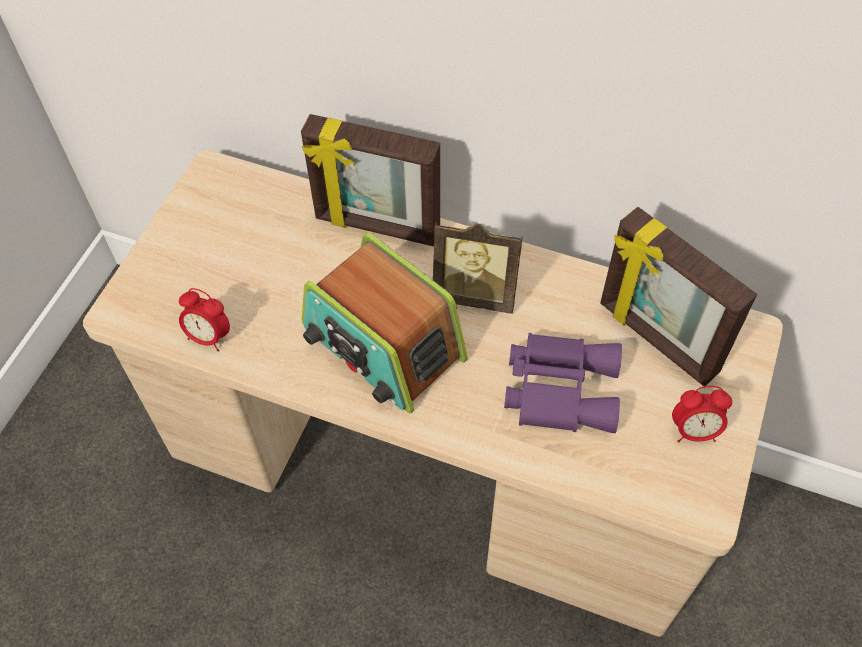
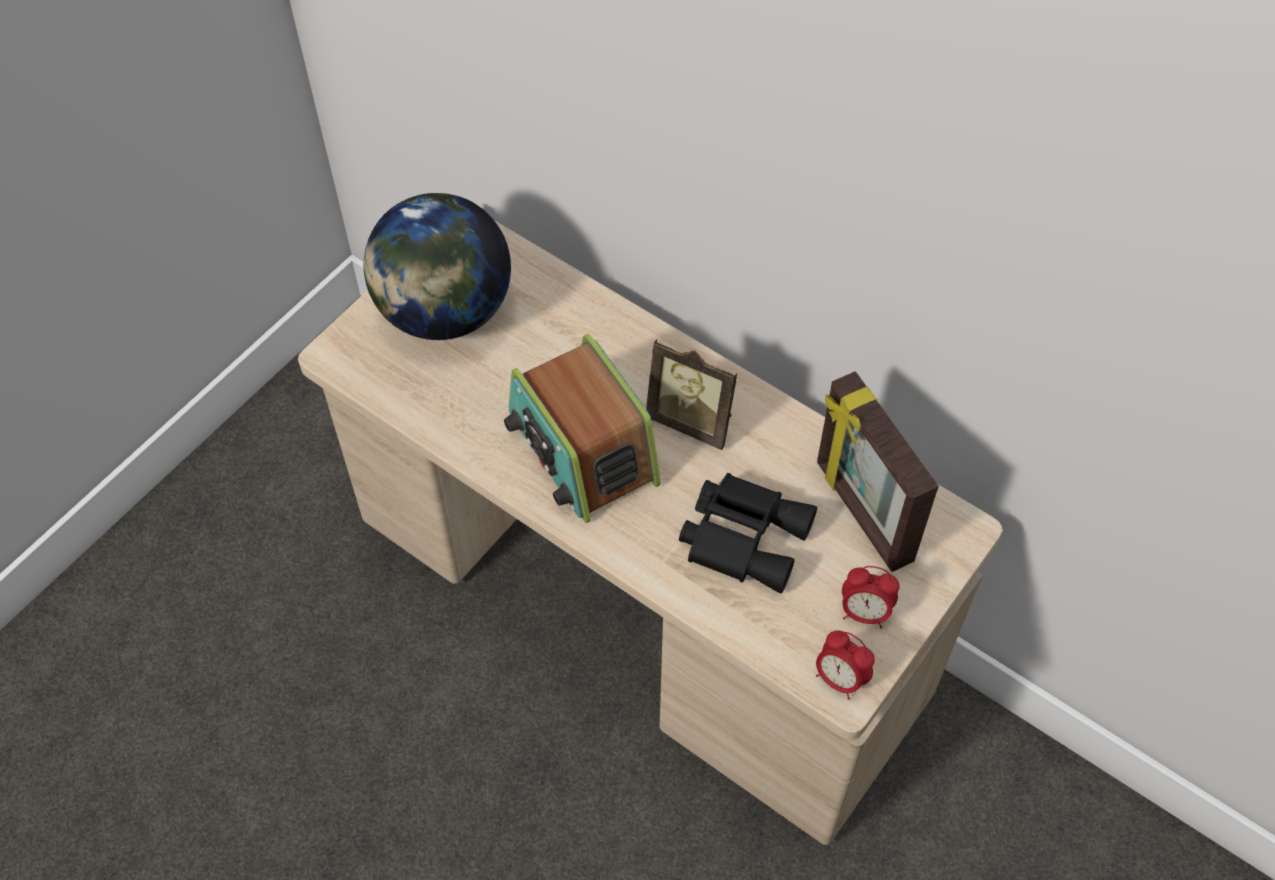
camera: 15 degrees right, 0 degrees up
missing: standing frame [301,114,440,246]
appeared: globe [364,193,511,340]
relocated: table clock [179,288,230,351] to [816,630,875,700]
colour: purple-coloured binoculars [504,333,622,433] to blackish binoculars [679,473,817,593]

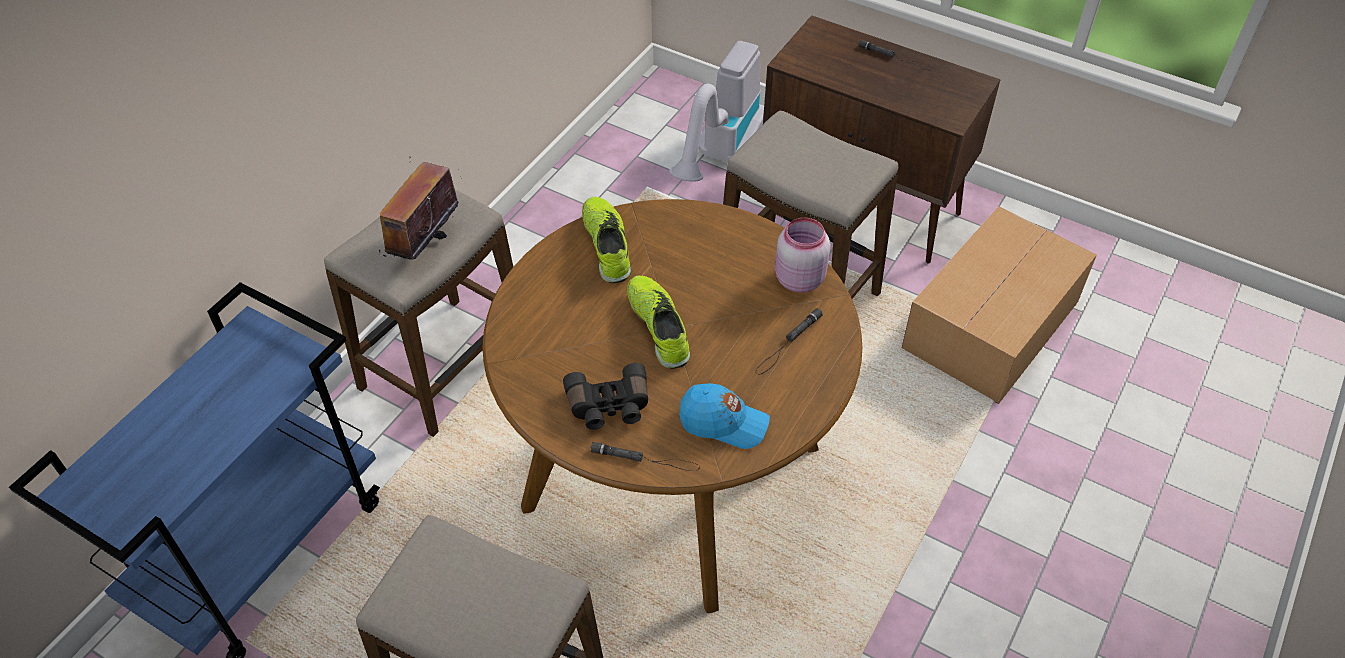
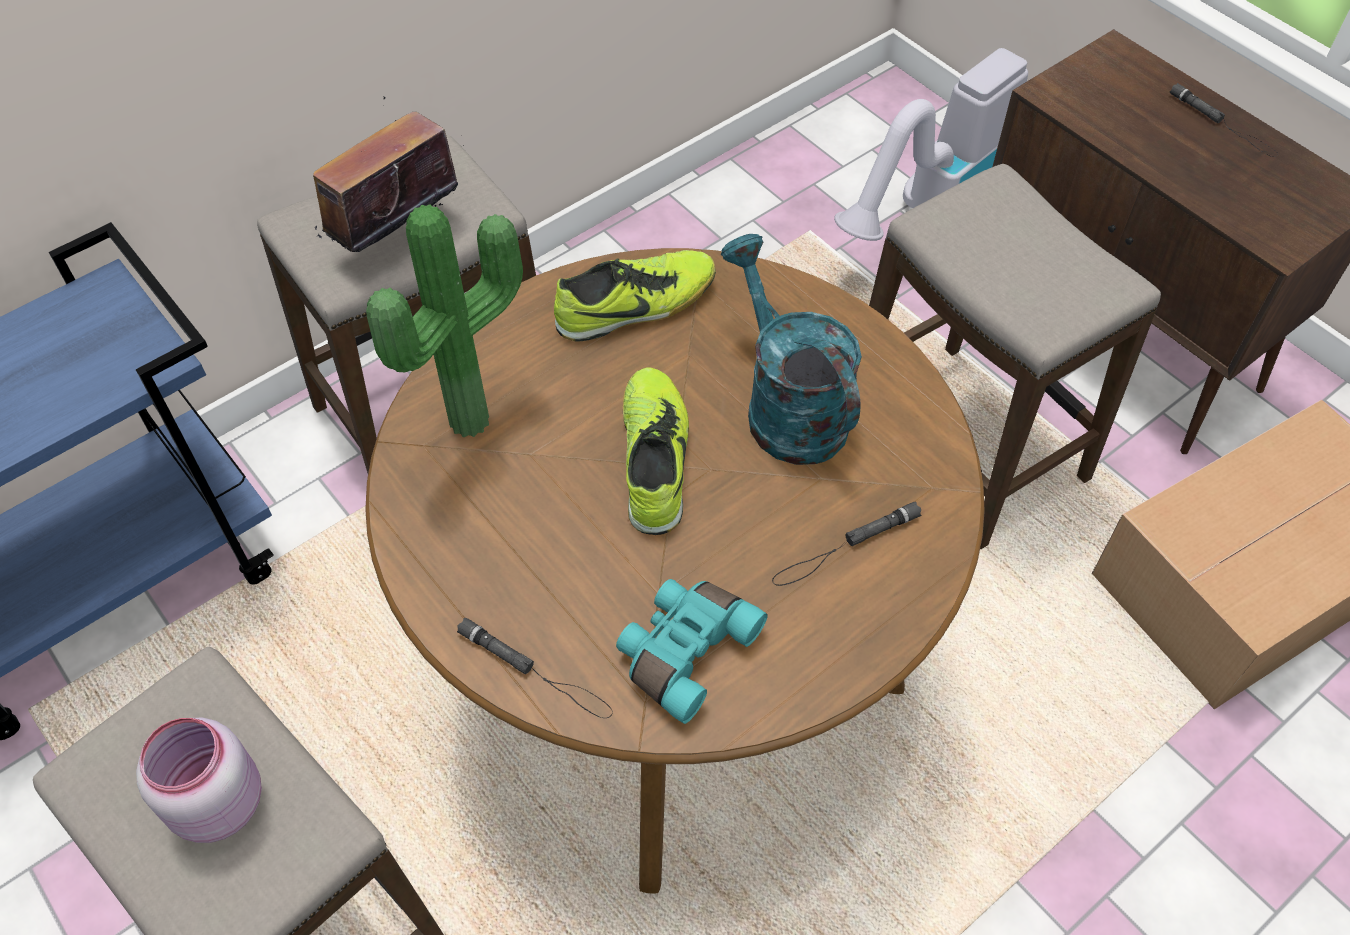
camera: 20 degrees right, 5 degrees up
missing: blackish binoculars [563,363,648,430]
appeared: houseplant [366,204,523,437]; turquoise-coloured watering can [721,234,862,465]
relocated: pink-coloured storage jar [775,218,831,293] to [136,718,262,843]
exchanged: blue-coloured cap [679,383,770,449] to turquoise-coloured binoculars [616,579,768,724]
spun: shoe [582,197,631,283] = [554,250,716,342] 60 degrees clockwise

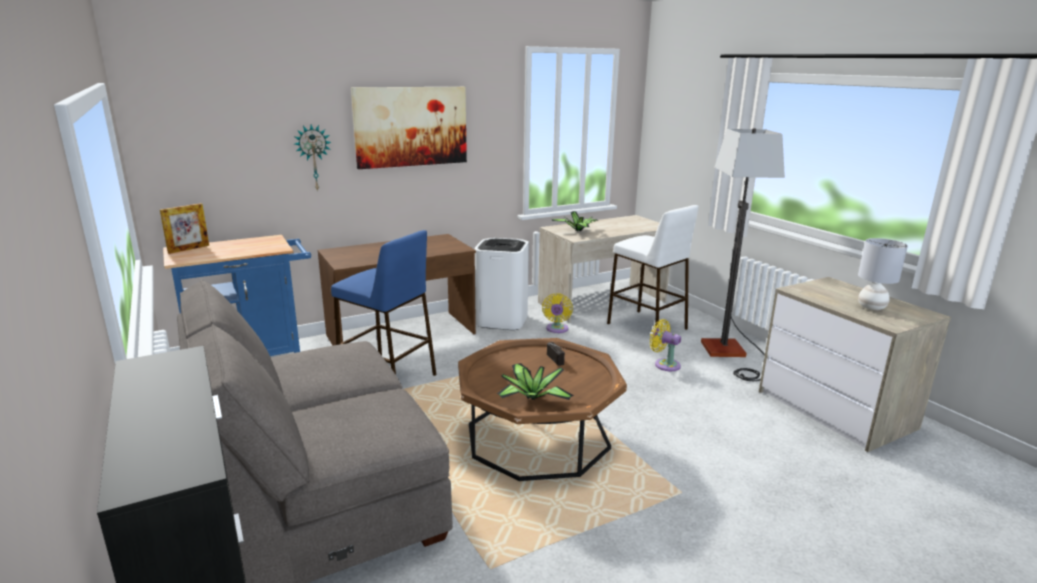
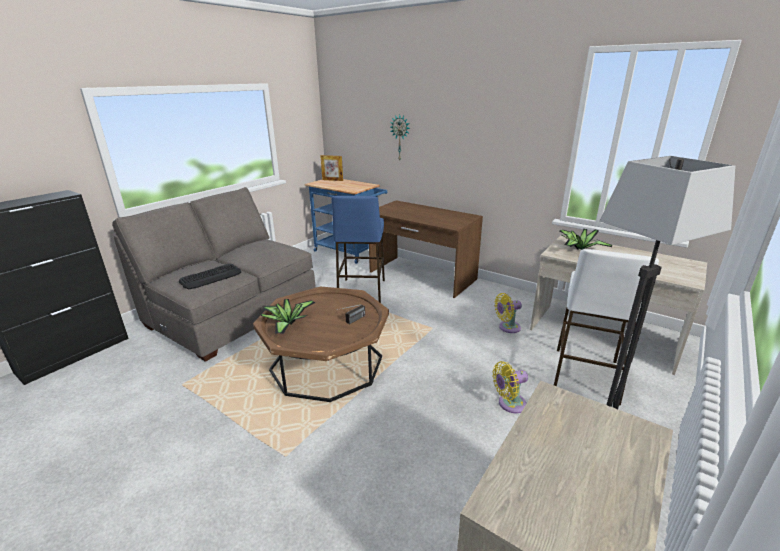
camera: 65 degrees right, 5 degrees up
missing: wall art [351,87,467,169]; white trash can [475,238,529,330]; grey lamp for a table [858,238,908,310]
appeared: keyboard [179,264,241,289]
spun: yellow cooling fan [650,319,681,371] = [493,361,528,413] 120 degrees counterclockwise

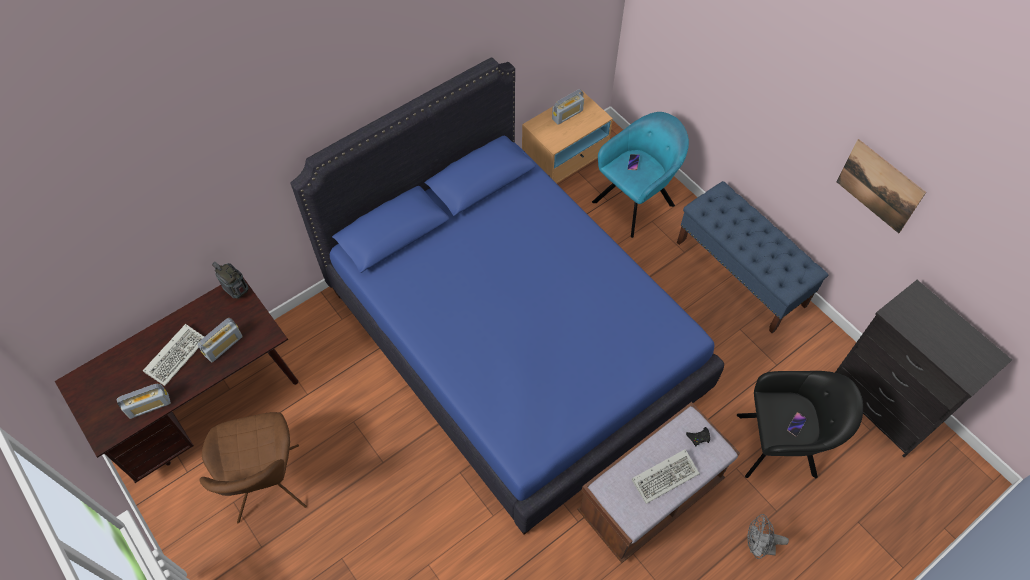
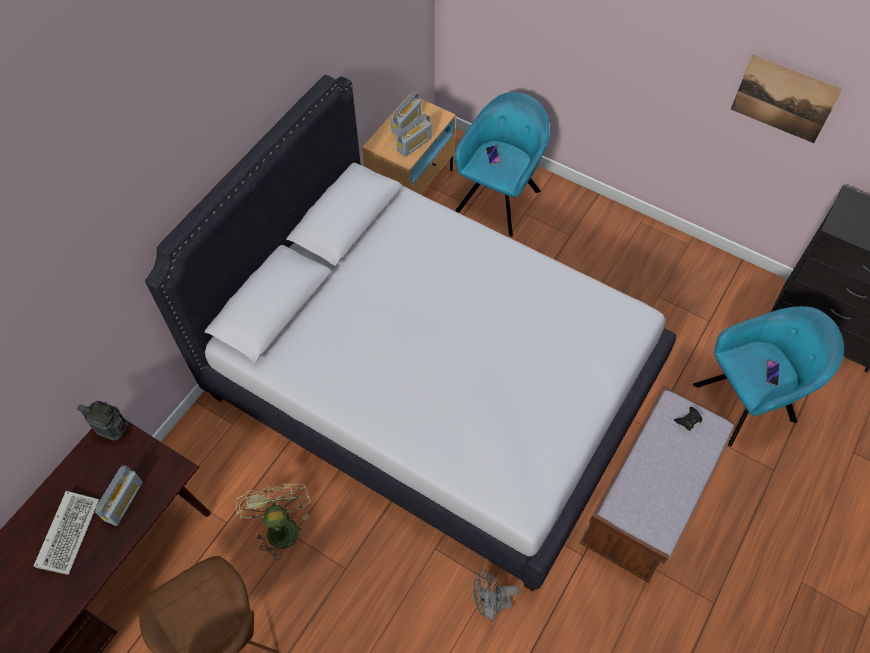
camera: 20 degrees left, 0 degrees up
missing: keyboard [632,449,700,504]; blue-coloured indoor bench [677,181,829,333]
appeared: greenish cooling fan [235,483,311,560]
relocated: radio set [117,384,171,419] to [396,114,432,157]; grey cooling fan [747,514,789,559] to [473,569,519,622]
colour: blue-coloured bed [291,57,724,535] to white bed [145,75,676,591]; blackish lounge chair [737,371,863,478] to turquoise-coloured lounge chair [693,306,844,447]

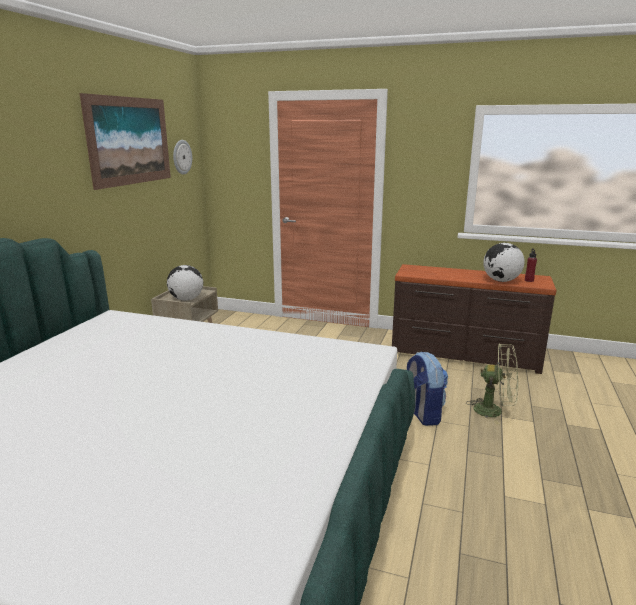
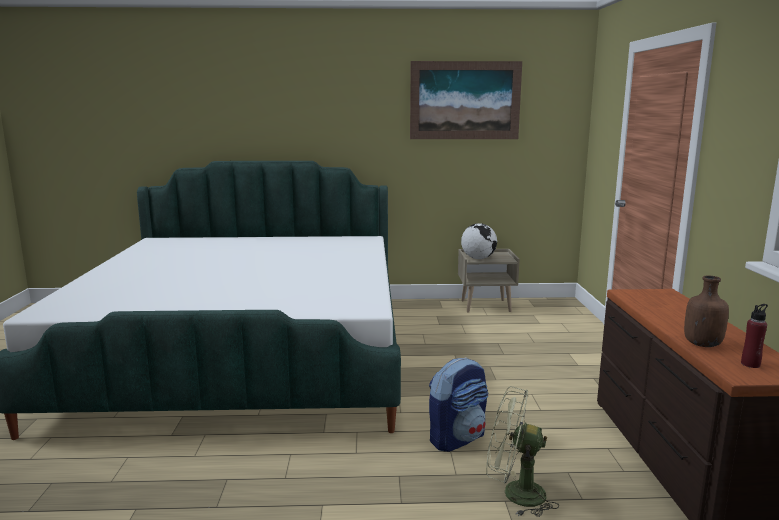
camera: 70 degrees right, 5 degrees down
missing: wall clock [173,140,192,175]
exchanged: globe [483,243,525,282] to brown drink bottle [684,276,729,347]
spun: greenish cooling fan [466,343,518,424] = [486,386,559,517] 105 degrees clockwise

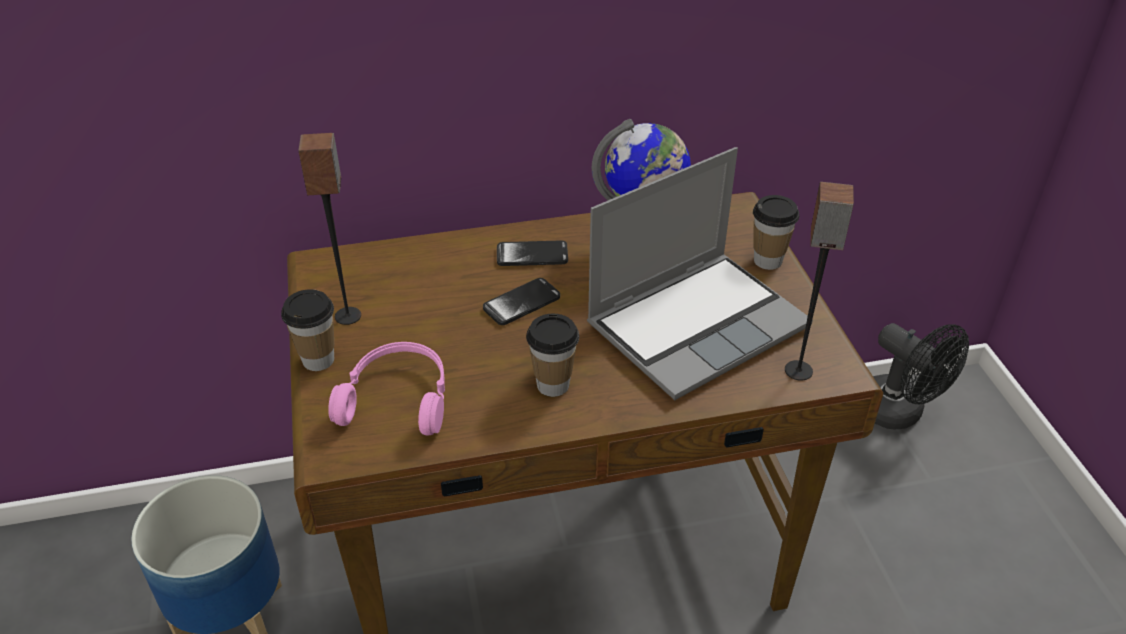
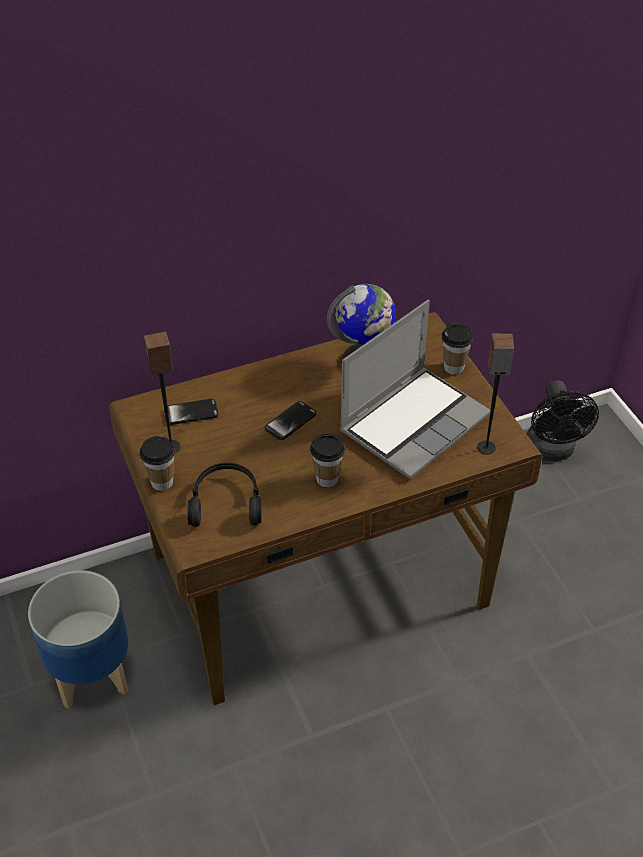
camera: 10 degrees left, 5 degrees up
relocated: handset [497,240,568,266] to [164,399,218,425]
colour: pink-coloured headset [328,342,445,436] to blackish headset [188,463,261,527]
spun: blackish cooling fan [873,323,969,429] = [527,380,599,461] 45 degrees clockwise

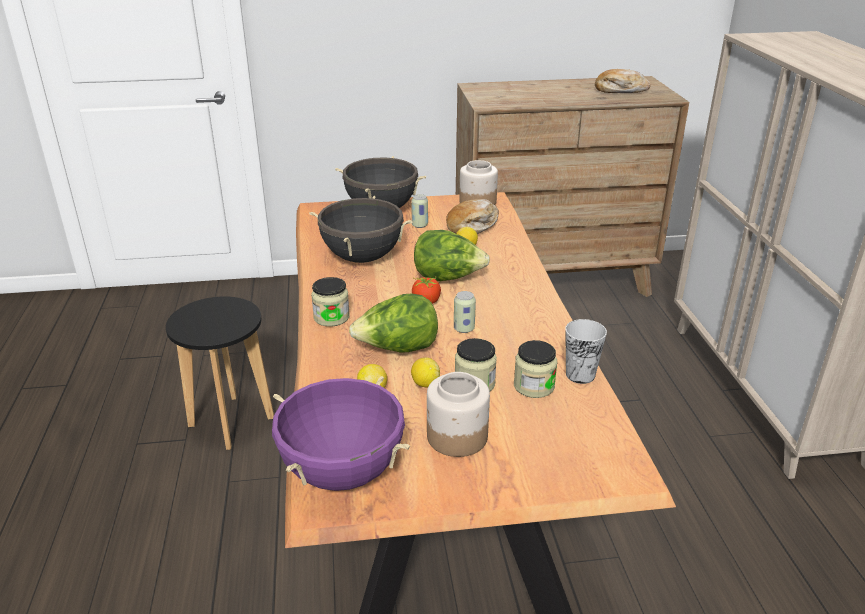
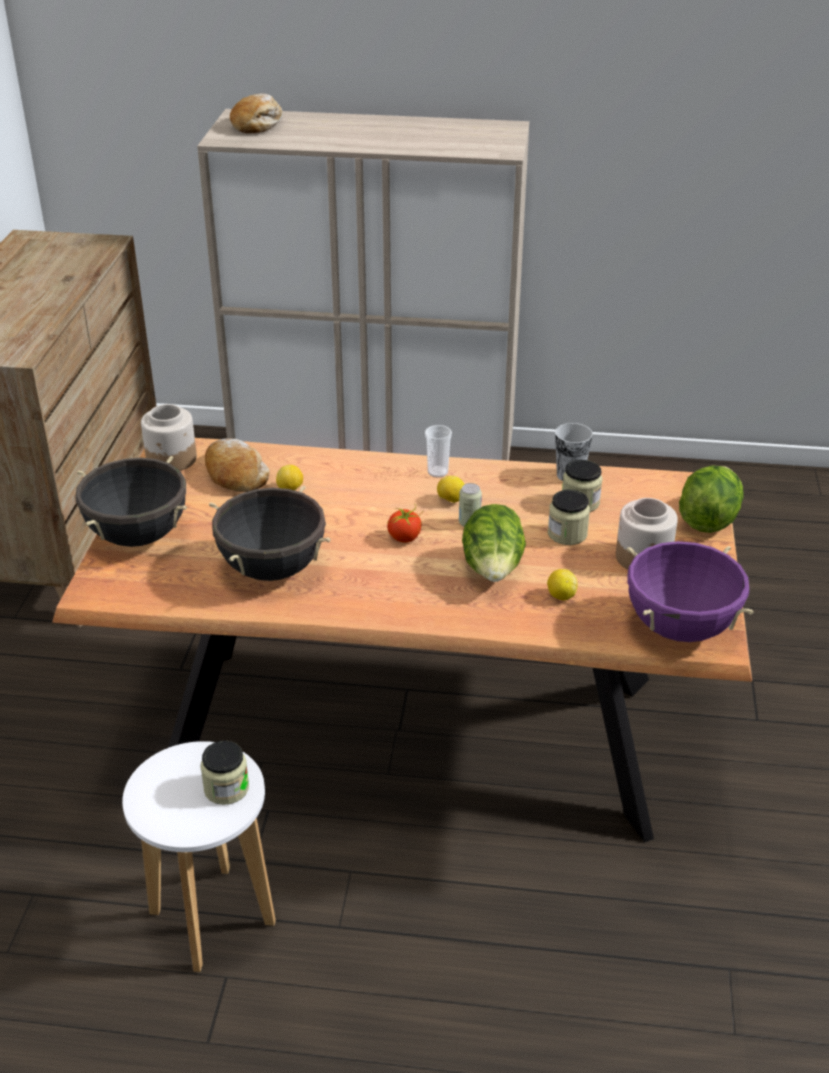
camera: 75 degrees left, 5 degrees up
missing: can [411,194,428,228]
appeared: small cup [425,425,452,478]
relocated: storage jar [311,277,350,327] to [200,741,249,805]; citrus fruit [411,357,440,388] to [437,476,464,503]; lettuce head [414,230,490,281] to [679,466,744,533]; baked bread [595,69,651,93] to [230,93,283,133]
colour: blackish stool seat [166,296,274,450] to white stool seat [122,741,276,972]

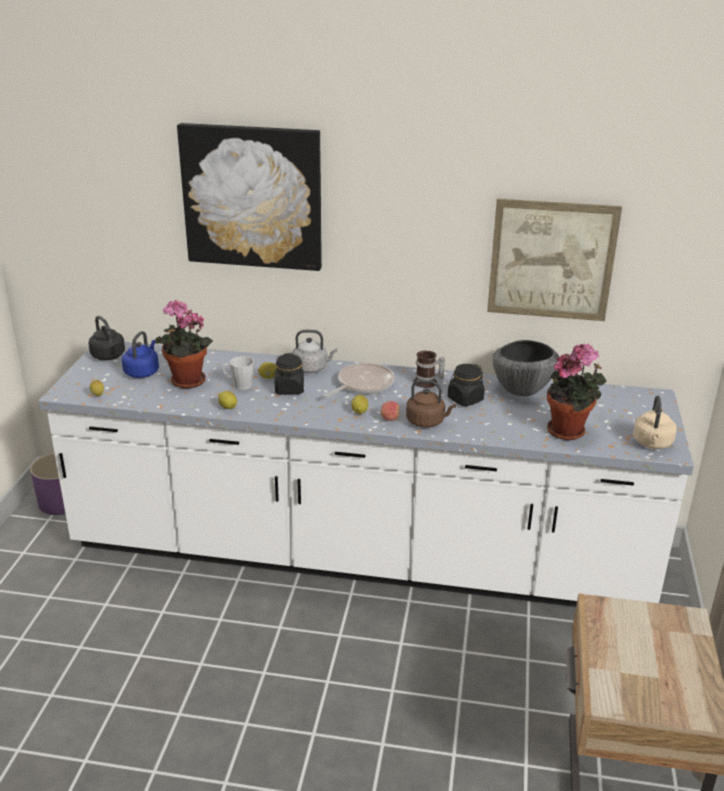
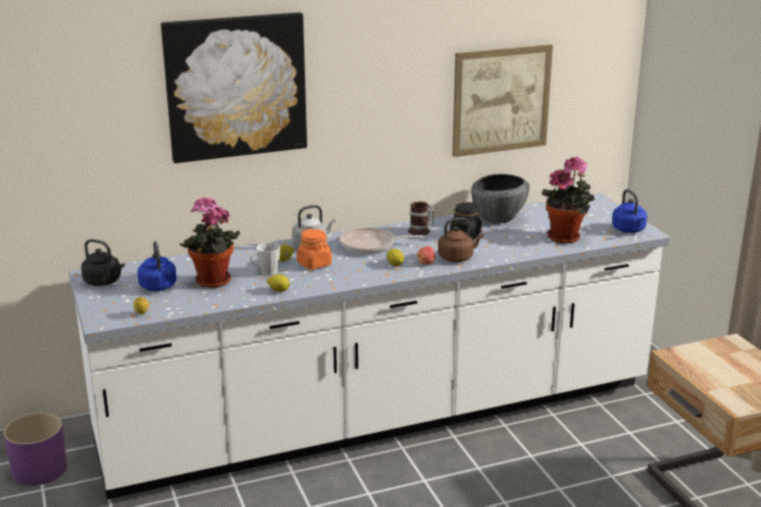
camera: 30 degrees left, 5 degrees down
colour: blackish storage jar [275,353,304,395] to orange-coloured storage jar [297,229,332,269]; sand-coloured tea kettle [633,396,677,449] to blue-coloured tea kettle [612,189,647,233]
spun: frying pan [323,363,394,397] = [340,227,424,254] 105 degrees counterclockwise

